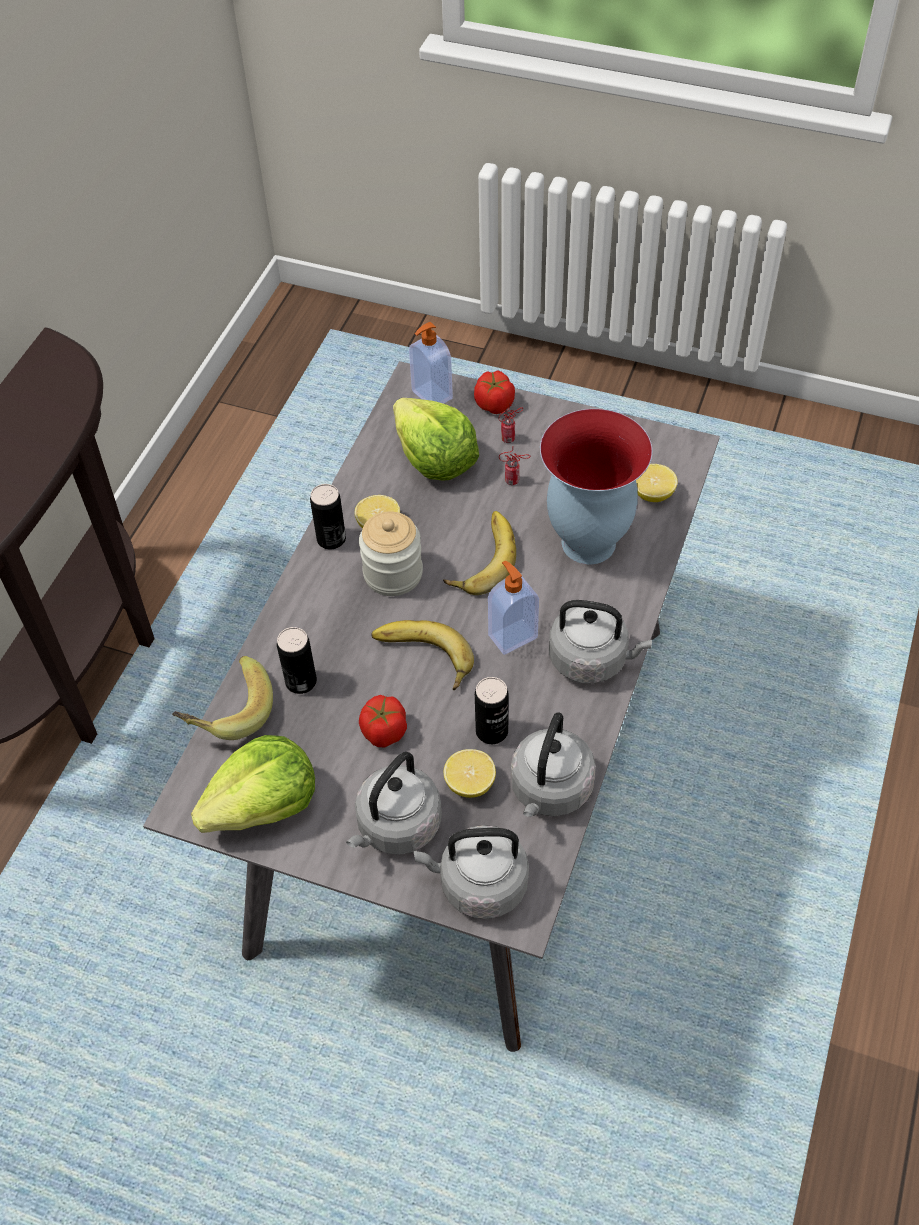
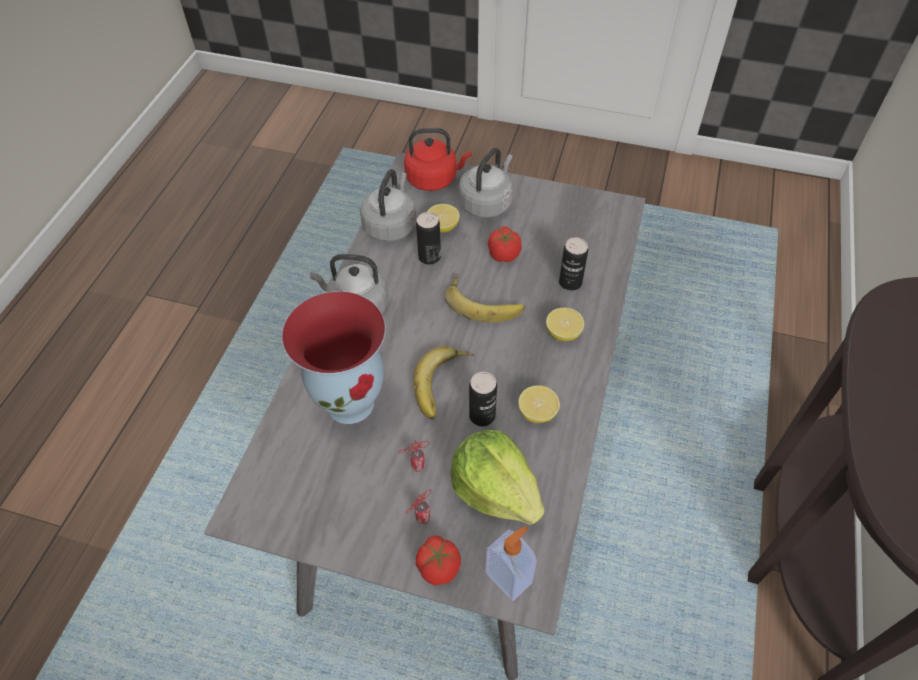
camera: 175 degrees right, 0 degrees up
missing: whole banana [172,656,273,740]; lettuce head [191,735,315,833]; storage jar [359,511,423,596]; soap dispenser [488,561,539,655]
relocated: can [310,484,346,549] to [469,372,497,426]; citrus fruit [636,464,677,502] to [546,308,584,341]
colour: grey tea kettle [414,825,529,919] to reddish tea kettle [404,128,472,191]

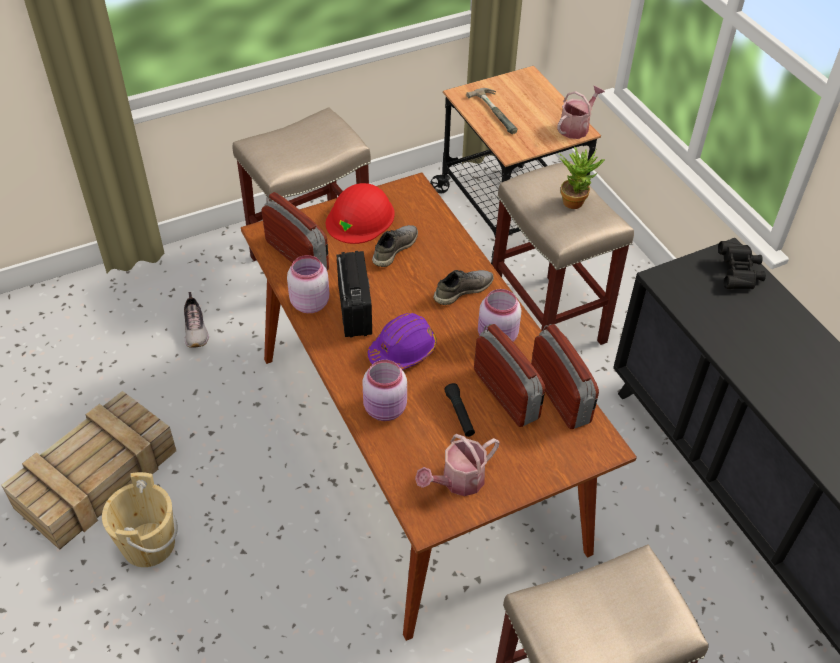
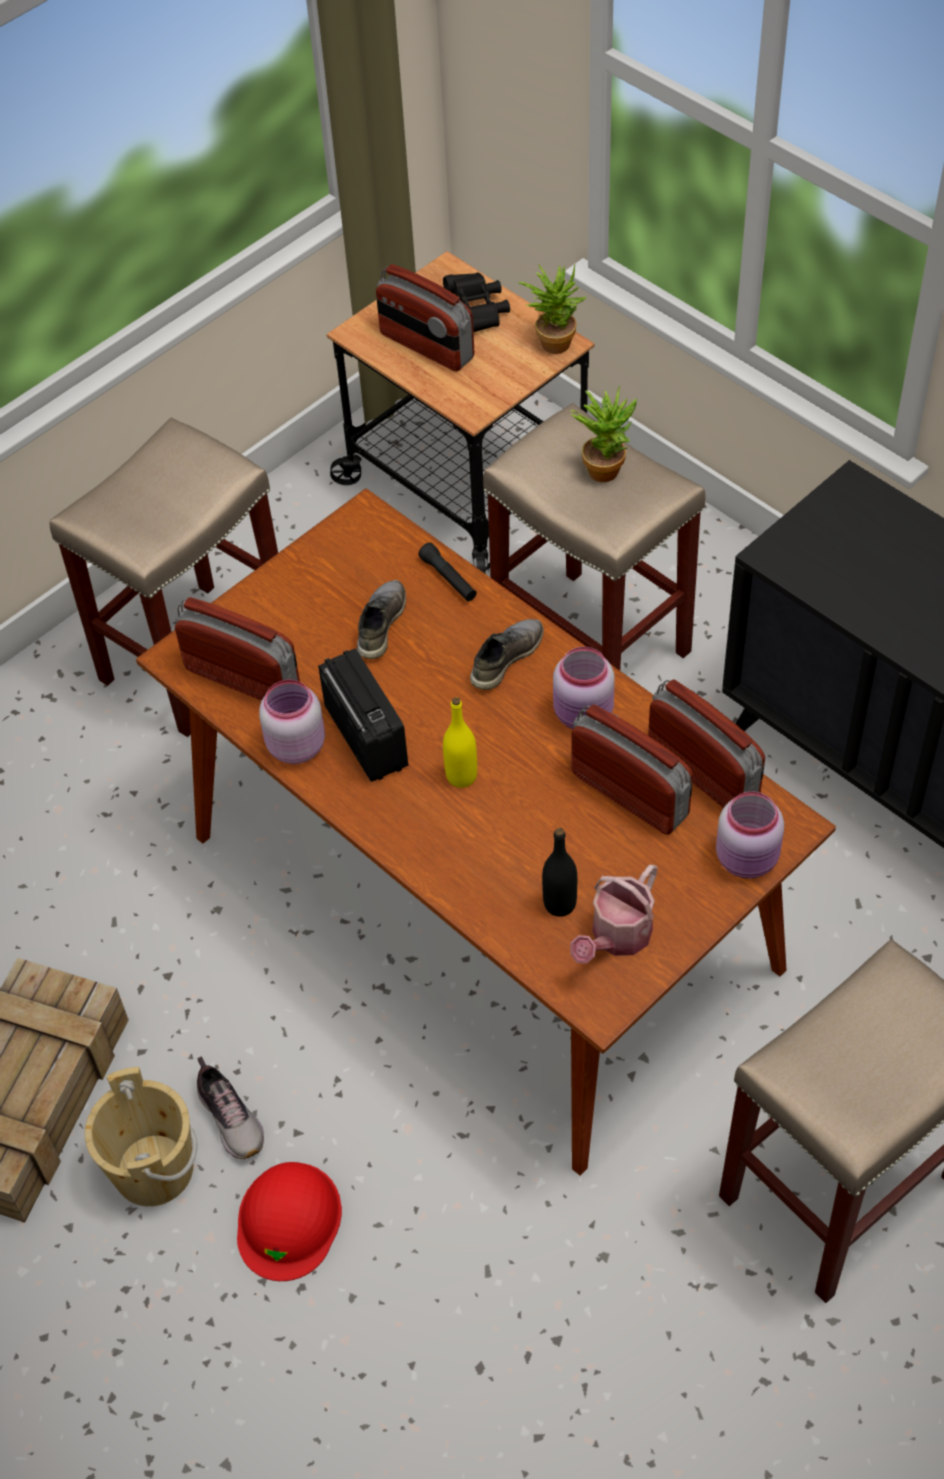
camera: 15 degrees left, 5 degrees up
appeared: blackish drink bottle [542,828,577,917]
relocated: shoe [184,292,209,348] to [197,1057,264,1159]; reddish hard hat [326,183,395,244] to [237,1162,342,1281]; pink-coloured storage jar [363,360,407,421] to [716,791,784,879]; blackish hand torch [444,383,475,437] to [418,543,477,601]; blackish binoculars [718,241,766,289] to [443,272,510,333]
exchanged: purple-coloured hard hat [368,313,437,370] to yellow drink bottle [443,697,477,788]; hand hammer [466,88,517,134] to radio set [376,264,474,372]; watering can [557,85,605,139] to houseplant [518,264,587,354]

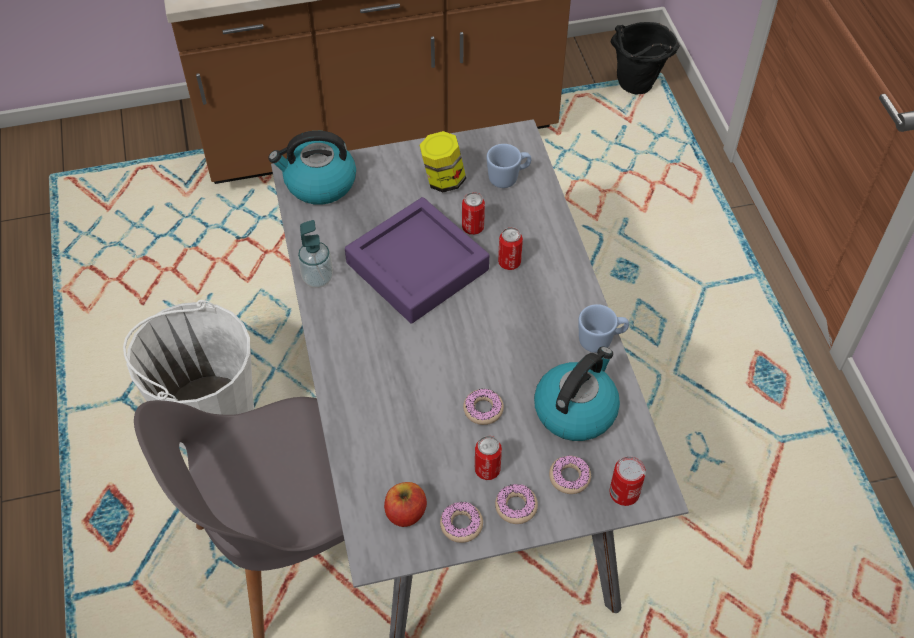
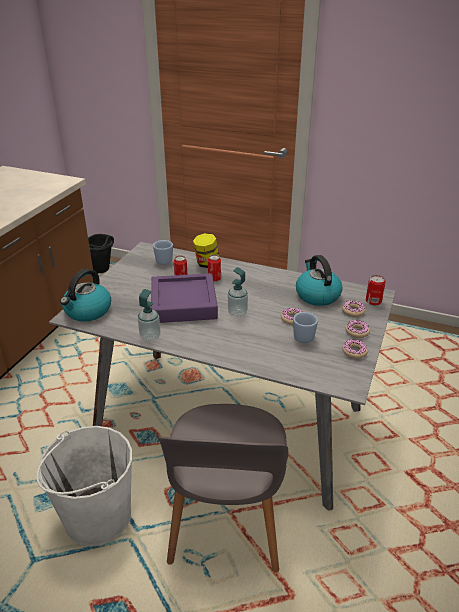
camera: 55 degrees left, 20 degrees down
missing: apple [384,482,427,527]; can [475,436,502,480]
appeared: soap dispenser [228,267,248,317]
relocated: storage jar [419,131,466,192] to [193,233,219,268]; blue-coloured tea mug [578,304,629,353] to [293,312,318,343]

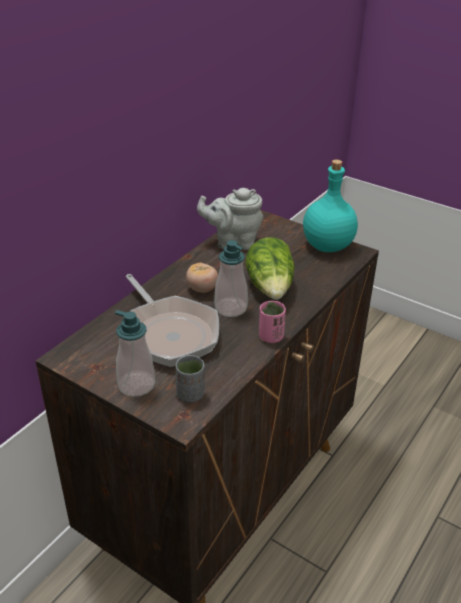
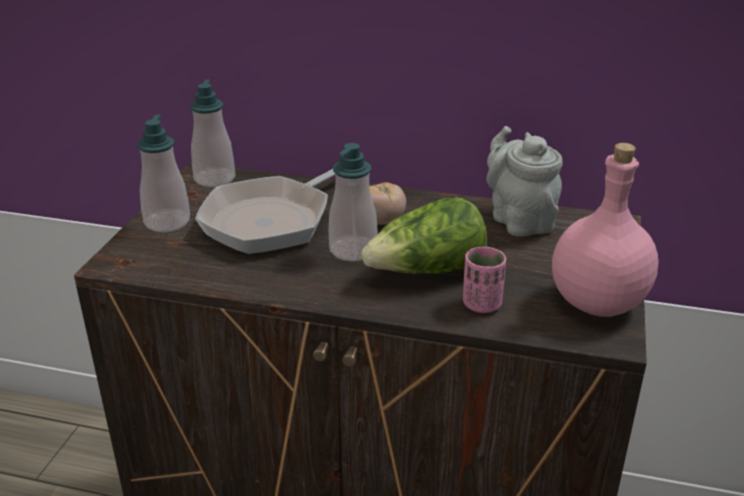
camera: 70 degrees right, 5 degrees down
missing: grey small cup [176,355,205,402]
appeared: soap dispenser [190,79,235,187]
relocated: pink-coloured small cup [259,301,286,343] to [463,247,506,313]
colour: turquoise-coloured drink bottle [303,160,358,252] to pink-coloured drink bottle [552,143,659,317]

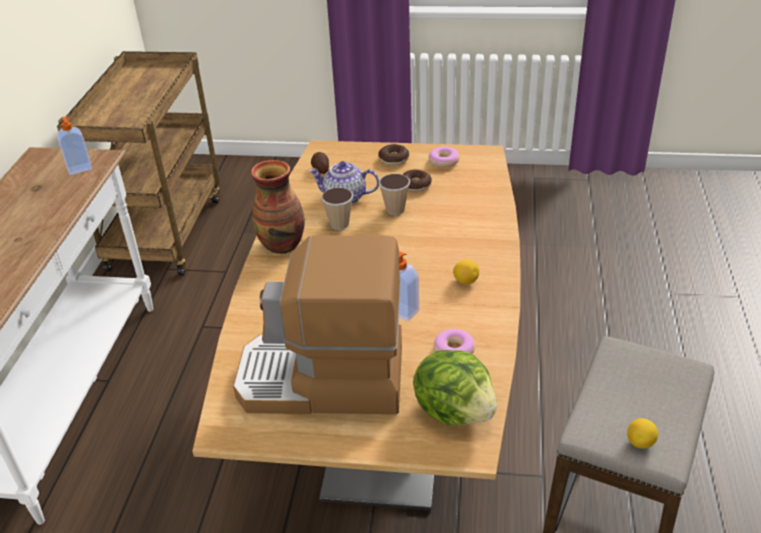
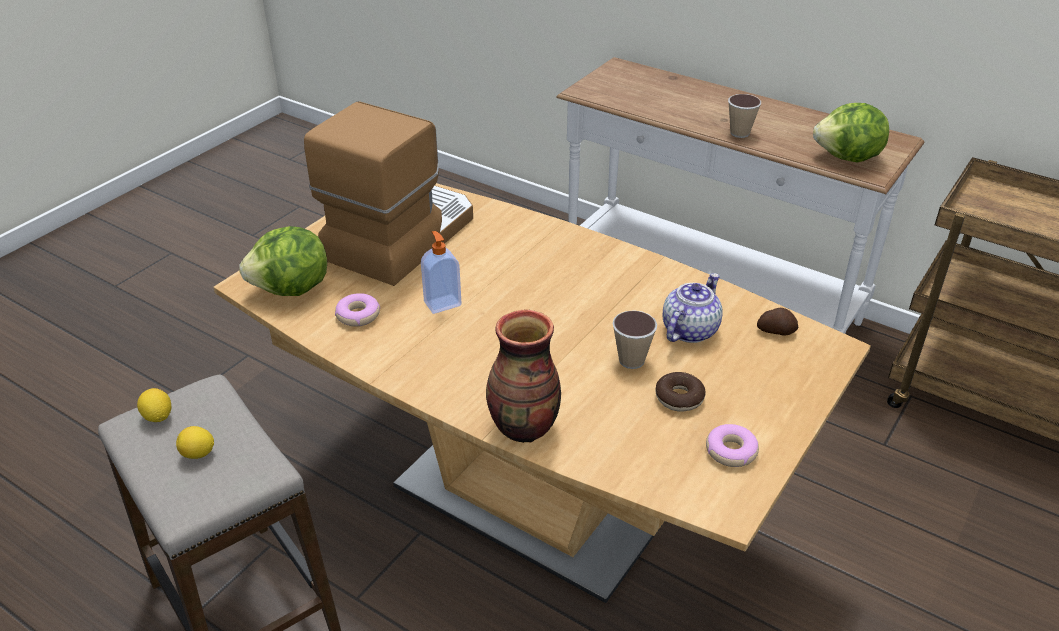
camera: 115 degrees right, 0 degrees up
missing: doughnut [378,144,409,166]
relocated: flower vase [251,160,305,254] to [486,310,561,443]; small cup [321,187,353,230] to [728,94,761,138]; citrus fruit [453,259,479,284] to [176,426,214,459]
exchanged: soap dispenser [57,116,92,175] to lettuce head [813,103,889,162]

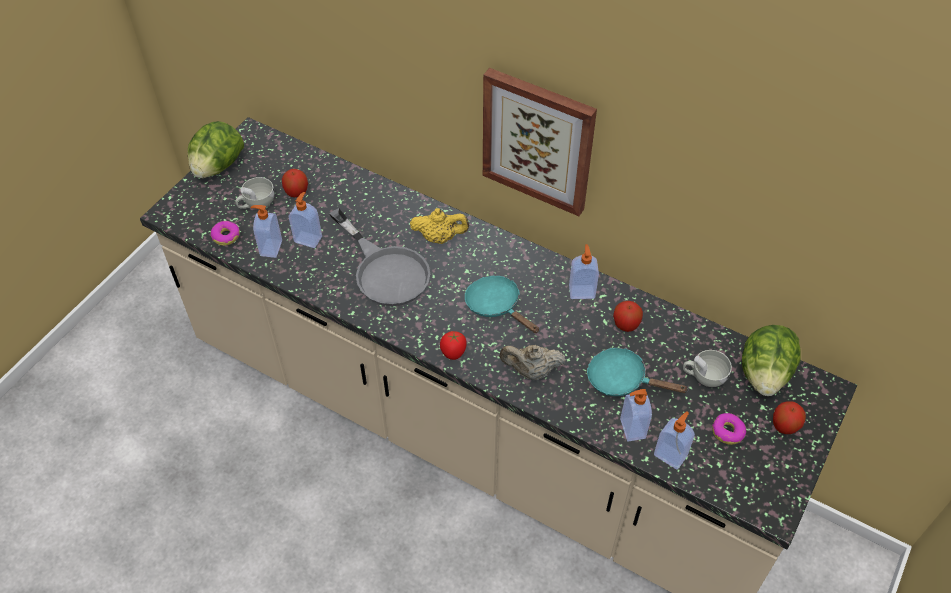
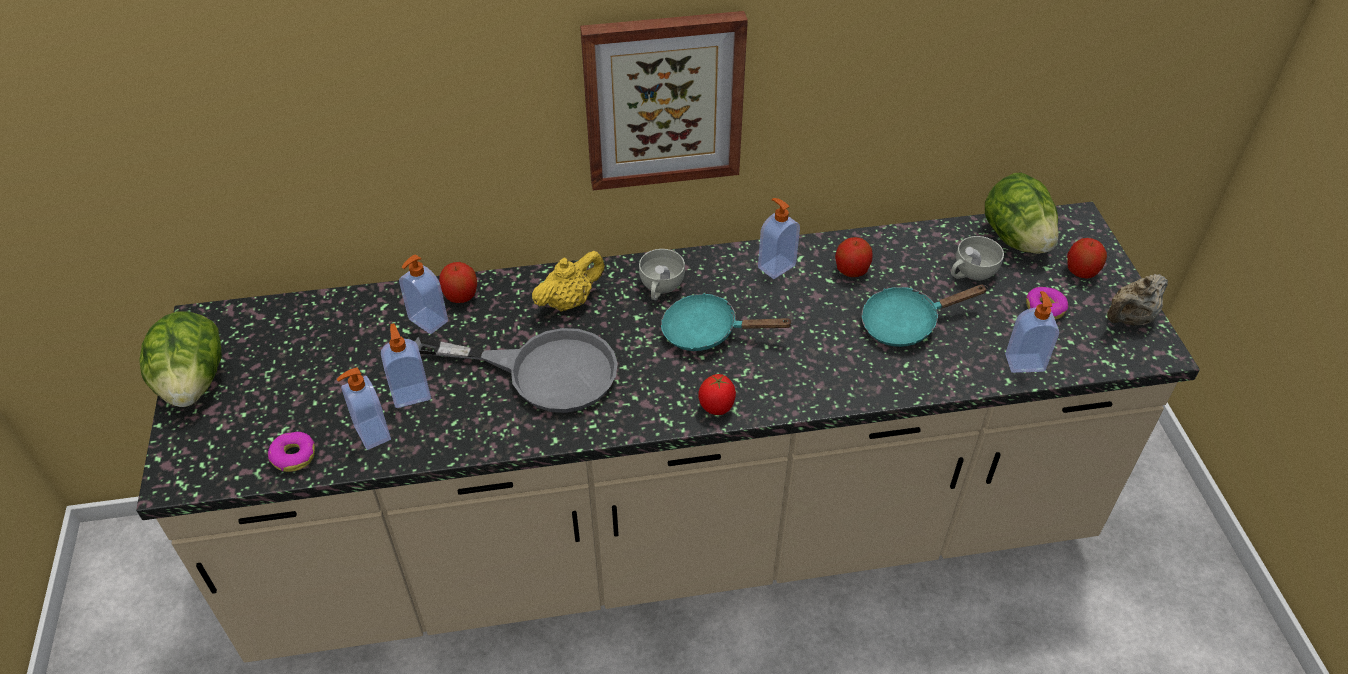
camera: 40 degrees left, 5 degrees down
relocated: white small cup [236,177,275,209] to [639,249,685,300]; apple [282,169,308,197] to [439,262,477,303]; sand-coloured pot for tea [499,345,566,380] to [1107,274,1168,326]; soap dispenser [620,389,652,441] to [399,254,448,334]

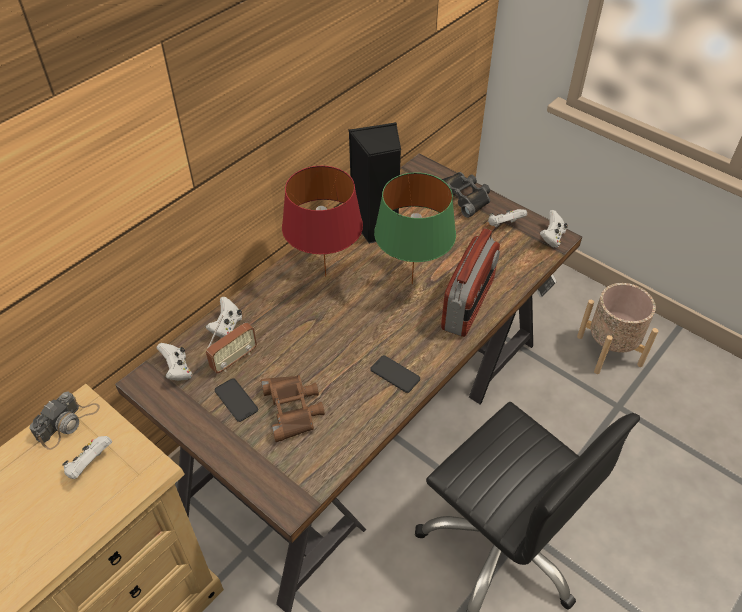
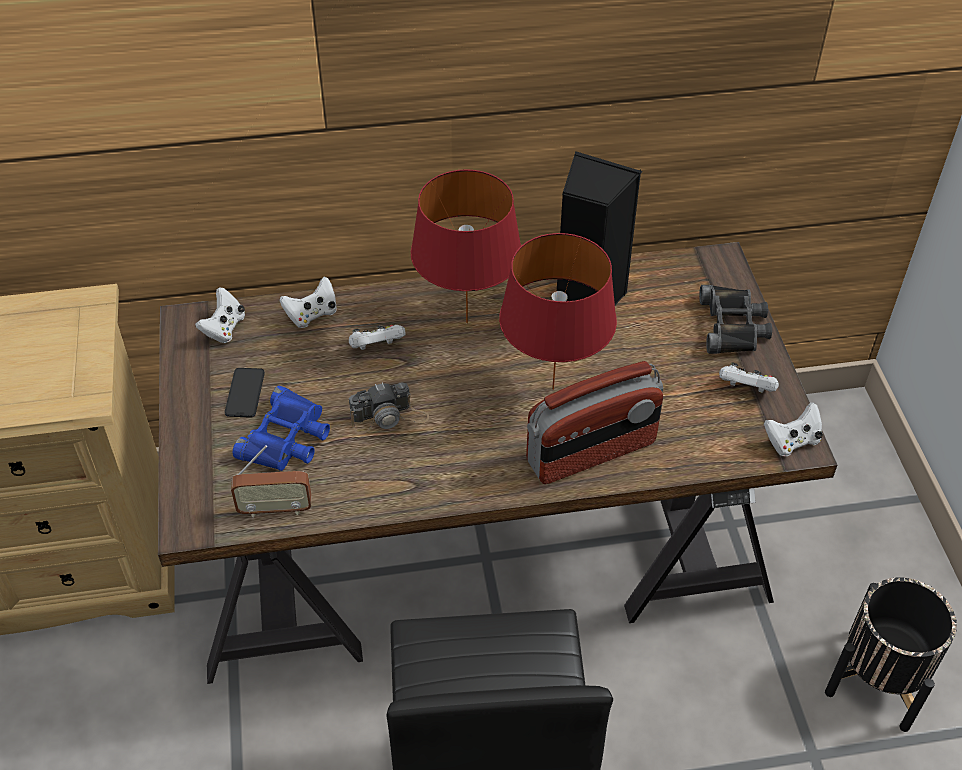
camera: 40 degrees right, 0 degrees up
missing: handset [371,355,420,393]
relocated: photo camera [29,391,100,450] to [349,382,429,433]; white joypad [62,436,112,479] to [349,325,406,350]; radio set [206,315,257,373] to [231,445,311,517]
colour: brown binoculars [261,375,325,442] to blue-coloured binoculars [233,386,330,471]; greenish lamp for a table [374,172,456,284] to reddish lamp for a table [499,233,617,390]; sand-coloured planter [577,283,658,374] to blackish planter [825,577,957,732]

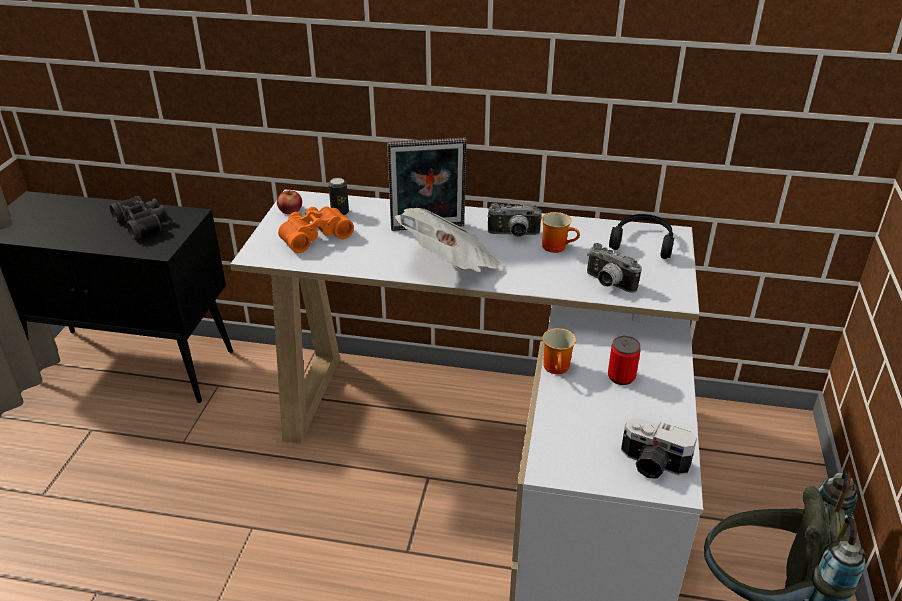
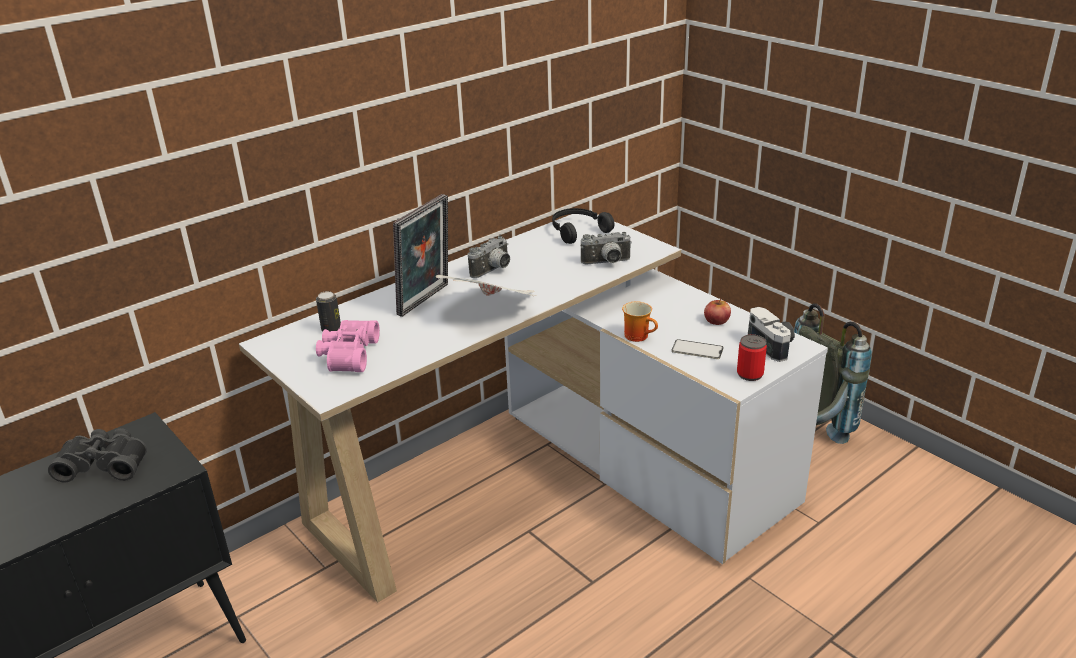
camera: 50 degrees left, 5 degrees down
missing: tea mug [542,212,580,253]
appeared: handset [672,339,724,359]
relocated: apple [277,190,302,214] to [704,299,731,325]; can [608,336,641,385] to [737,334,767,381]
colour: orange-coloured binoculars [278,206,354,253] to pink-coloured binoculars [316,320,380,372]
spun: photo camera [621,418,697,479] = [748,307,795,362] 90 degrees counterclockwise

